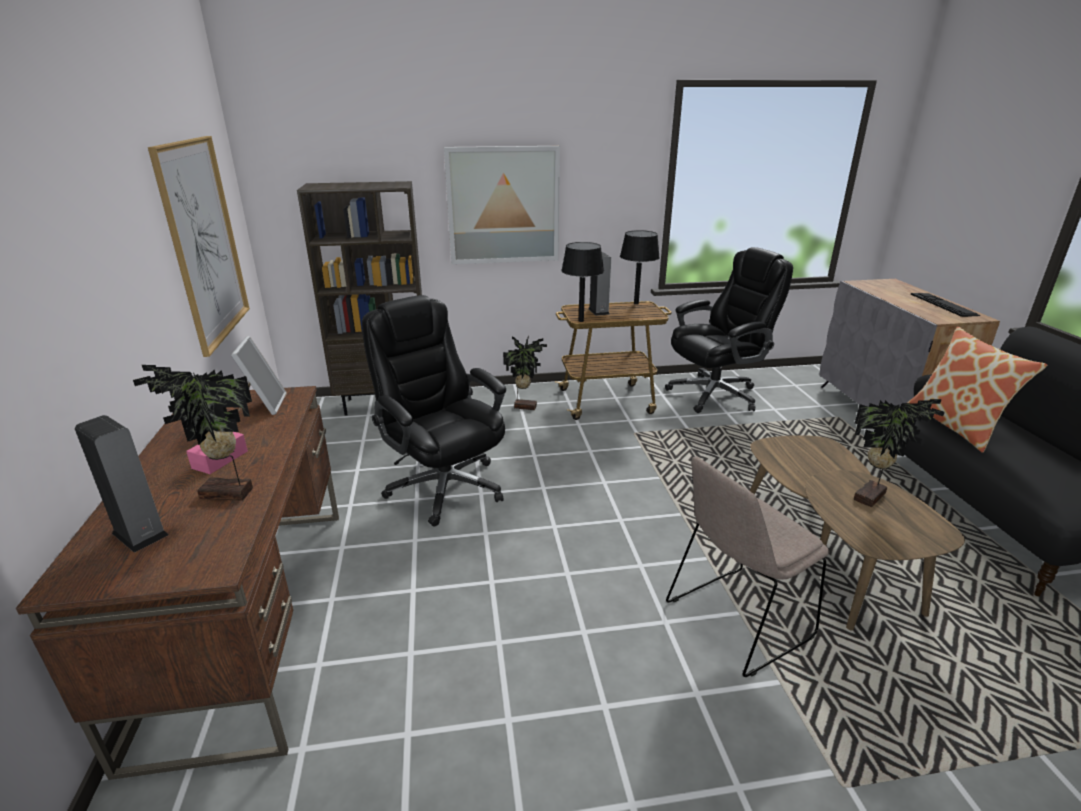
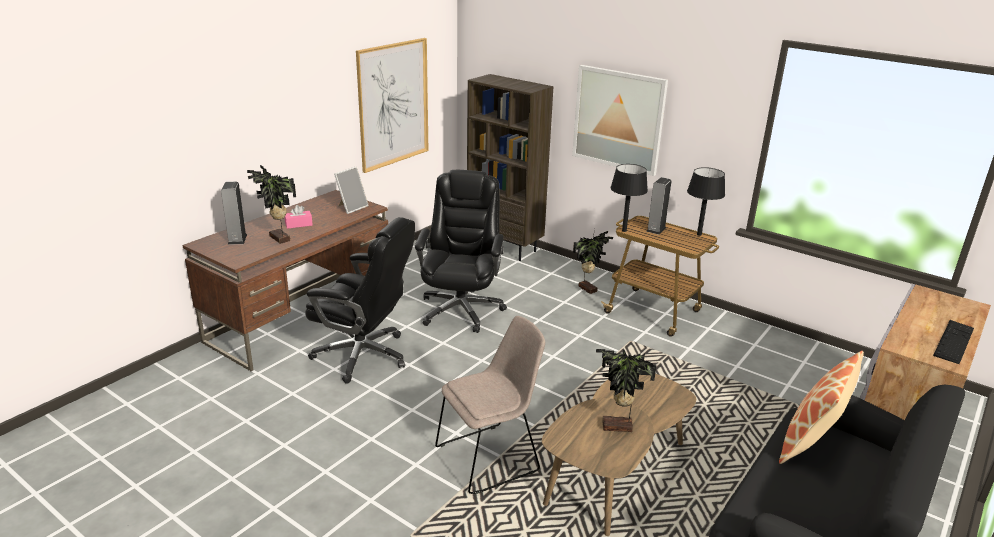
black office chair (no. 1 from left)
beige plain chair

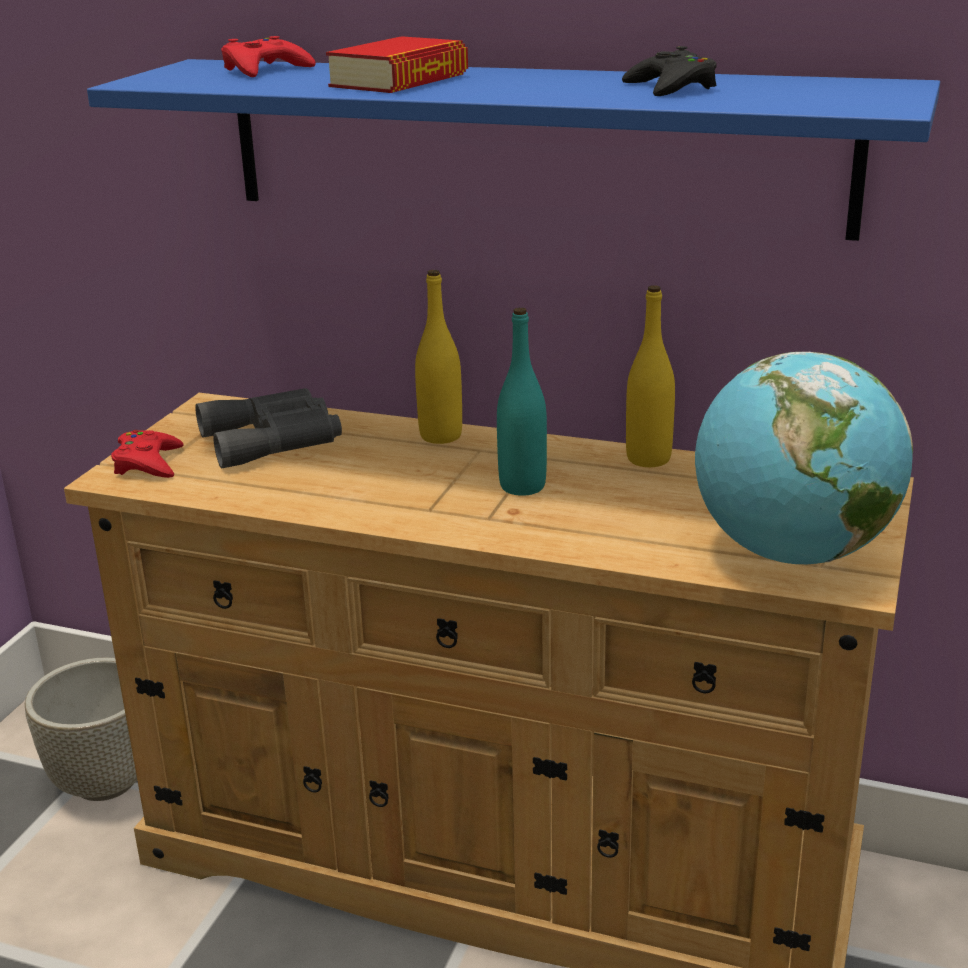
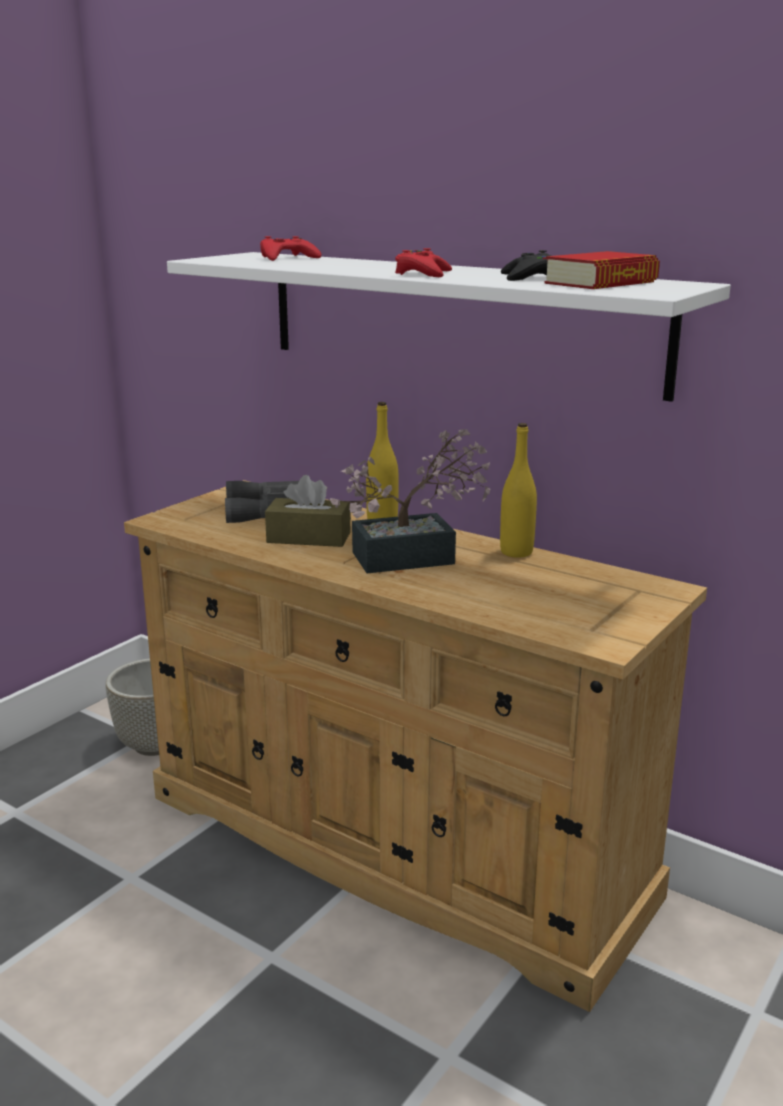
white shelf
reddish game controller (no. 2 from left)
bound book
plant in a pot
desk globe
brown tissue box

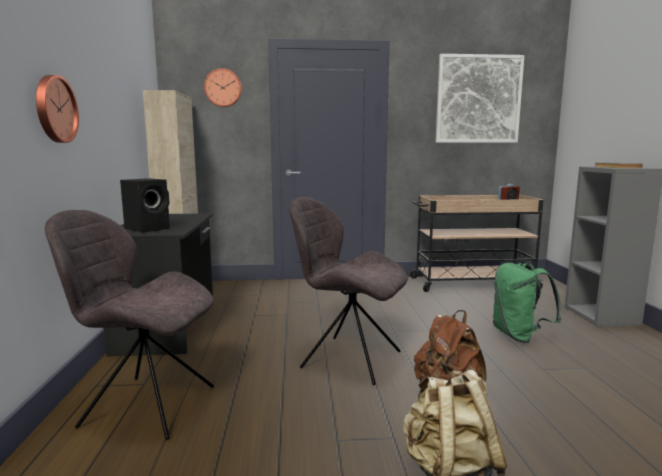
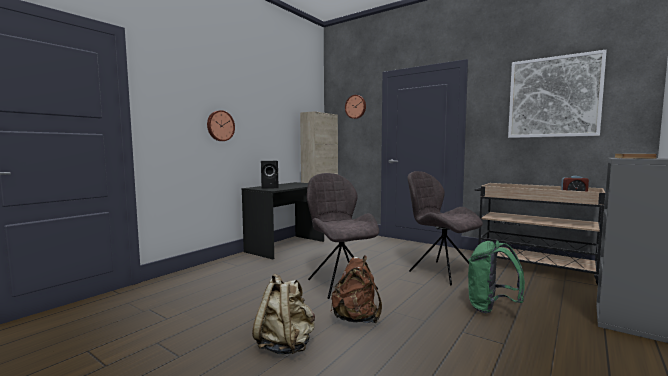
greyish plain chair (no. 2 from left)

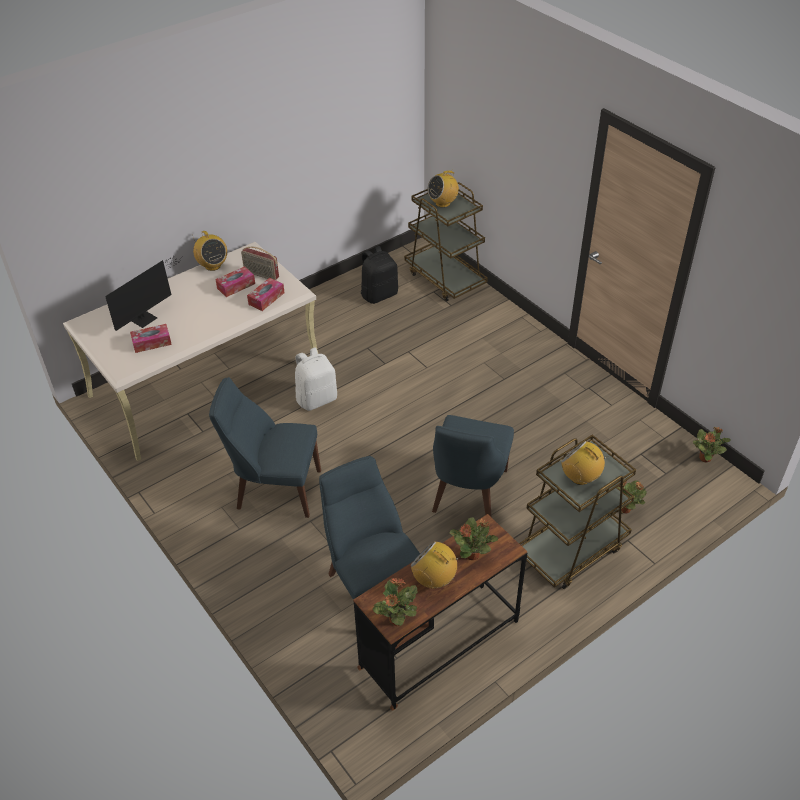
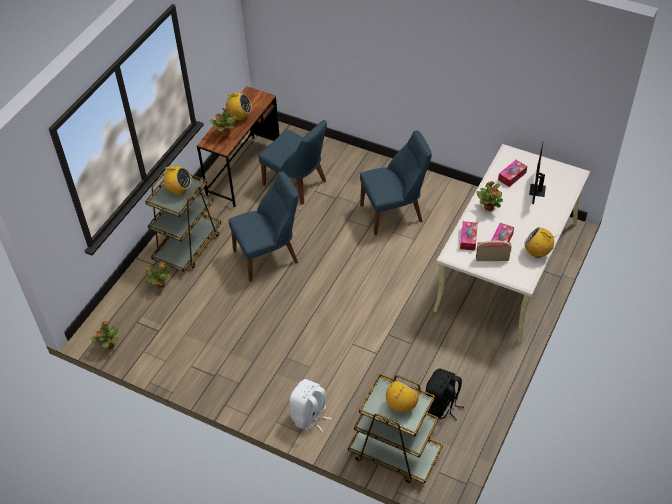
white rucksack
plant in a pot (no. 4 from left)
blue plain chair (no. 1 from left)

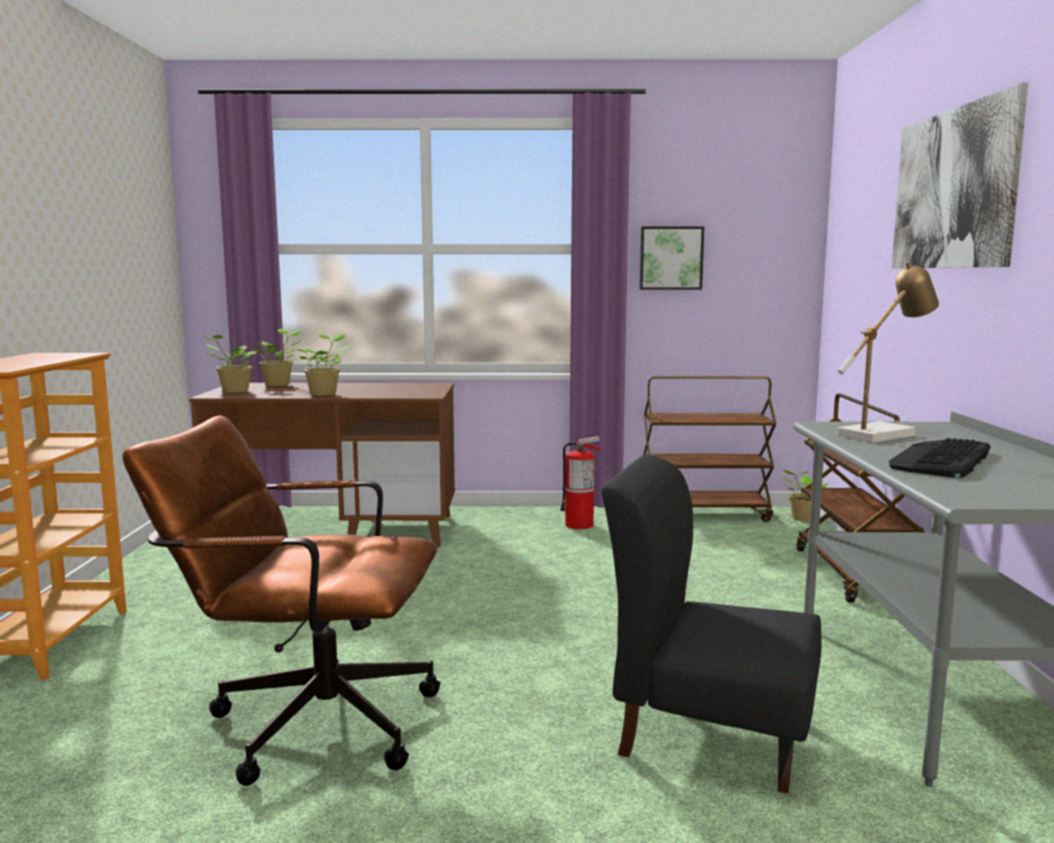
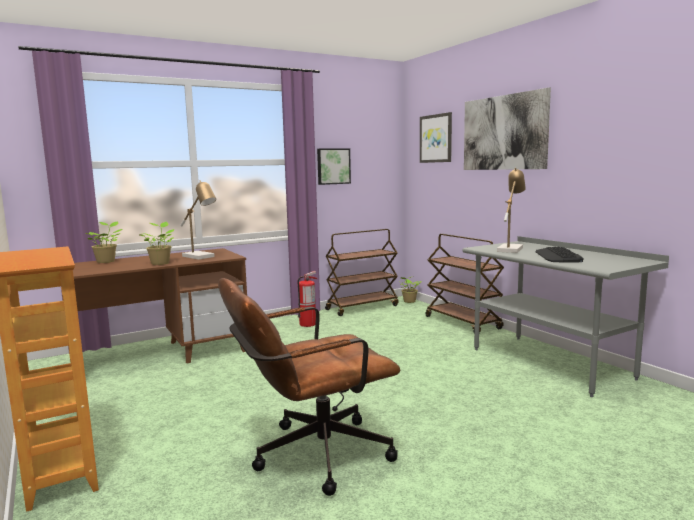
plant in a pot (no. 1 from left in the first image)
black plain chair
table lamp (no. 1 from left)
picture (no. 2 from left)

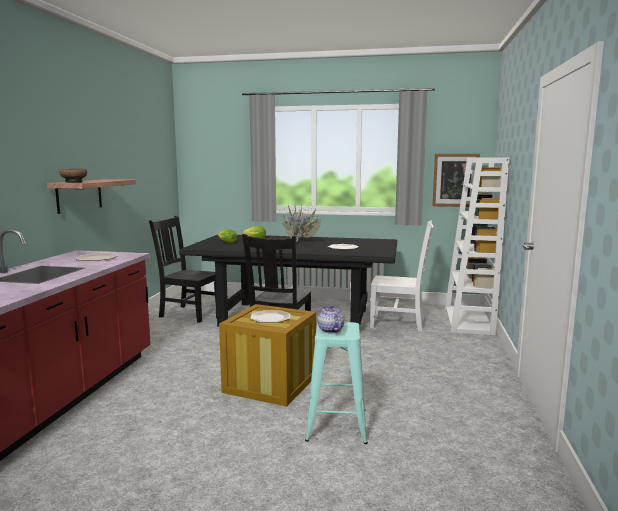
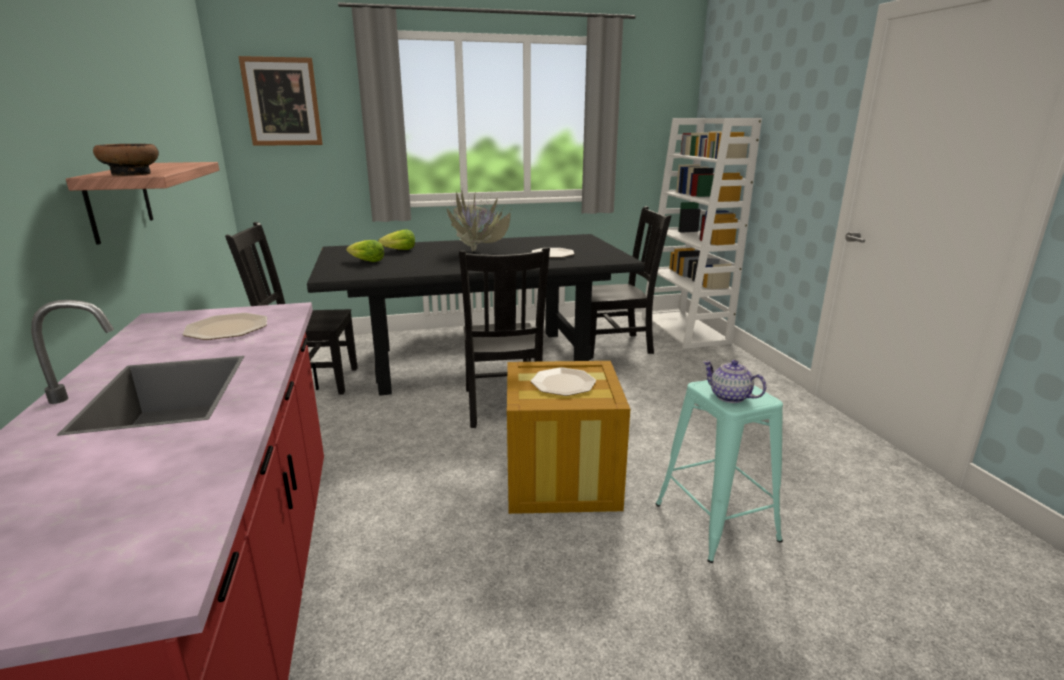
black plain chair (no. 3 from left)
picture

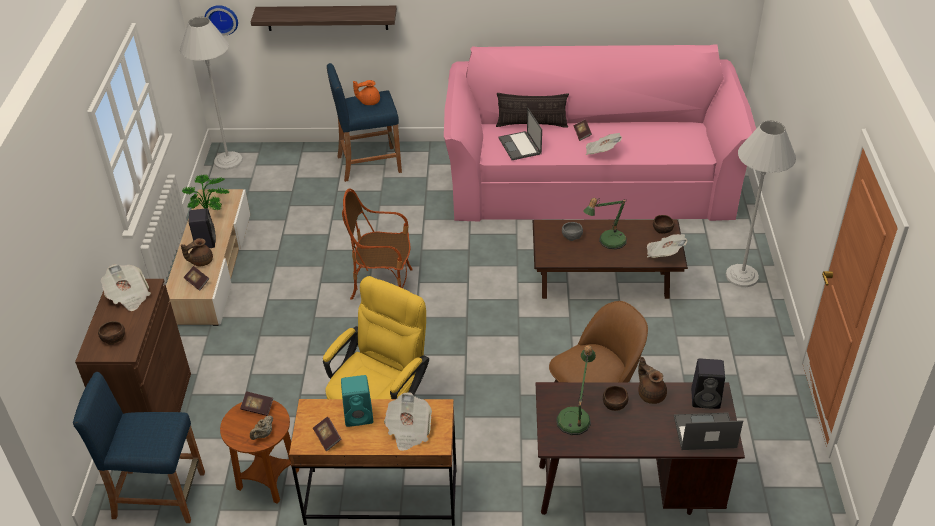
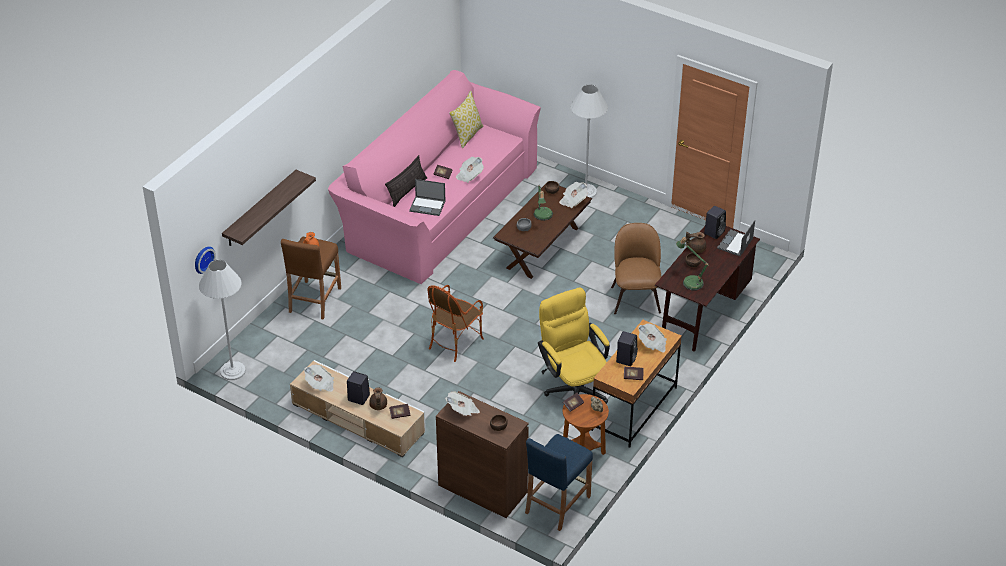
printed paper (no. 1 from left)
brown sitting stool
black loudspeaker (no. 2 from left)
cushion (no. 2 from left)

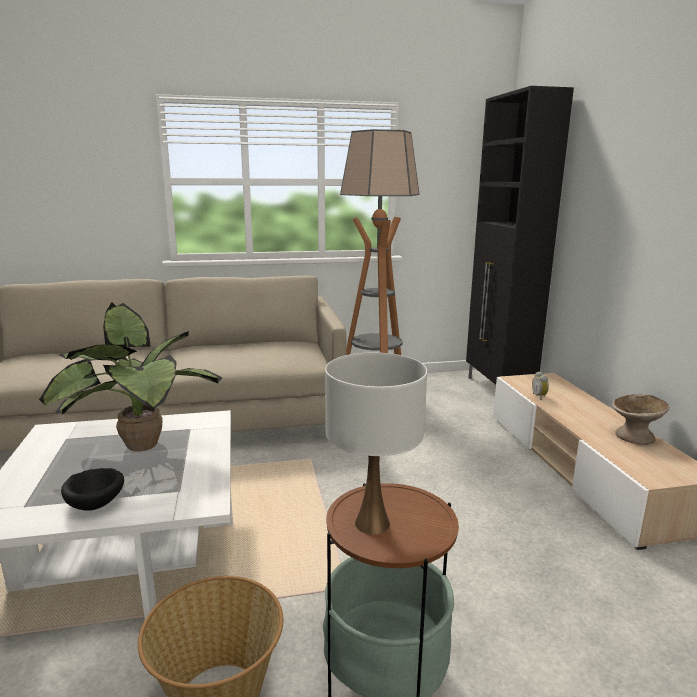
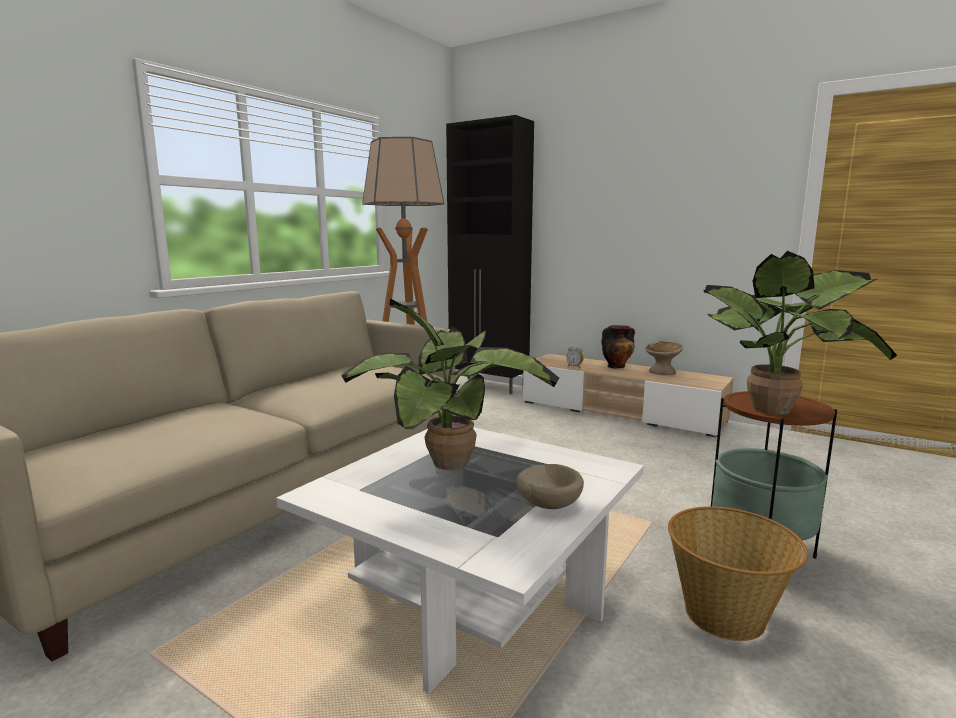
beige deep dish (no. 1 from left)
plant in a pot (no. 2 from left)
vase

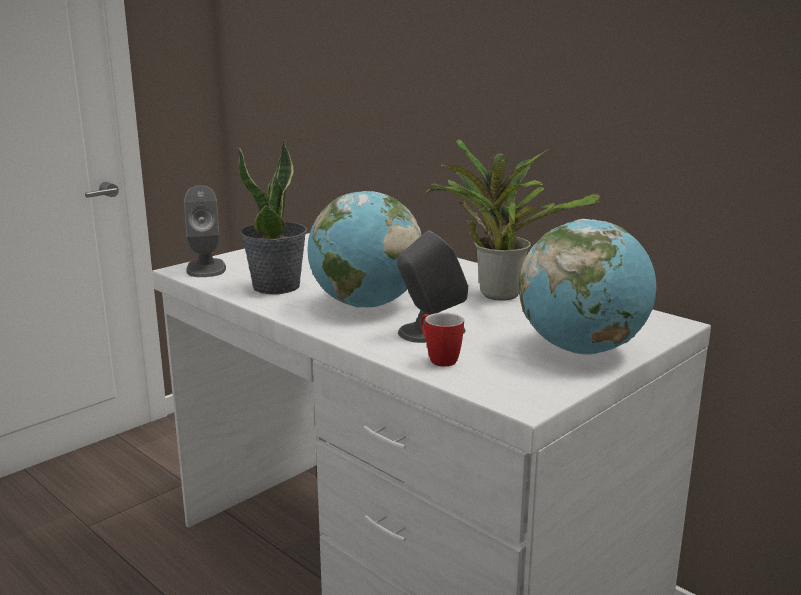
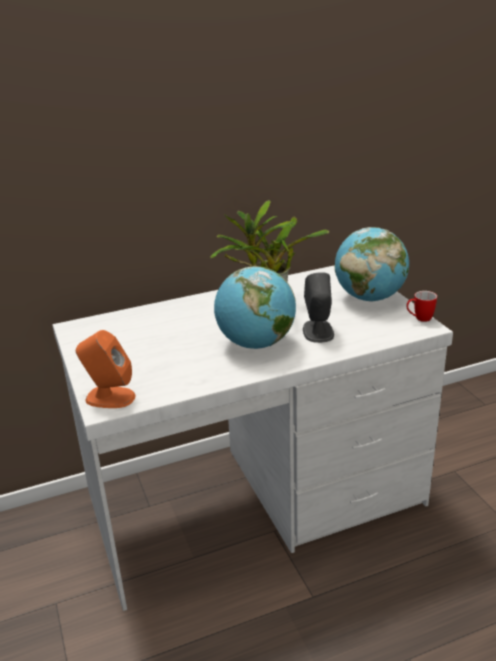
orange-coloured loudspeaker
plant in a pot (no. 1 from left in the first image)
coffee mug

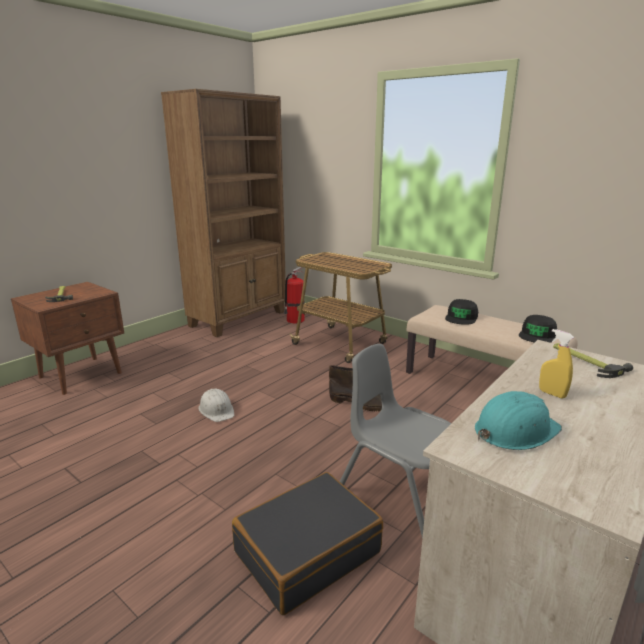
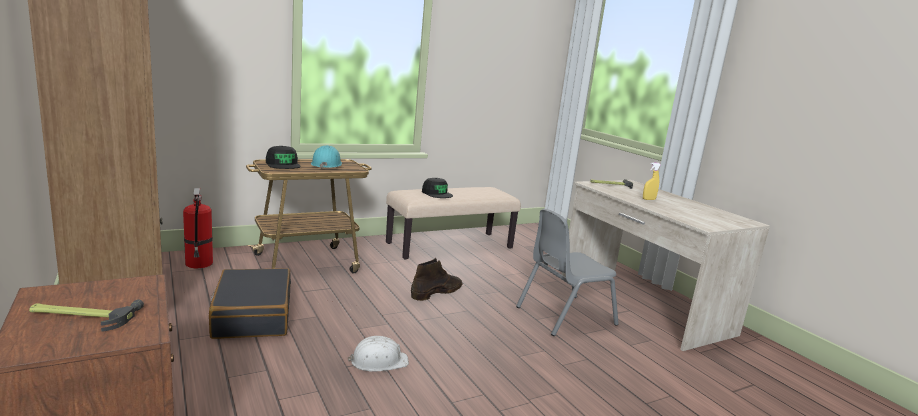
black piece of luggage
turquoise safety helmet
black peaked cap (no. 1 from left)

